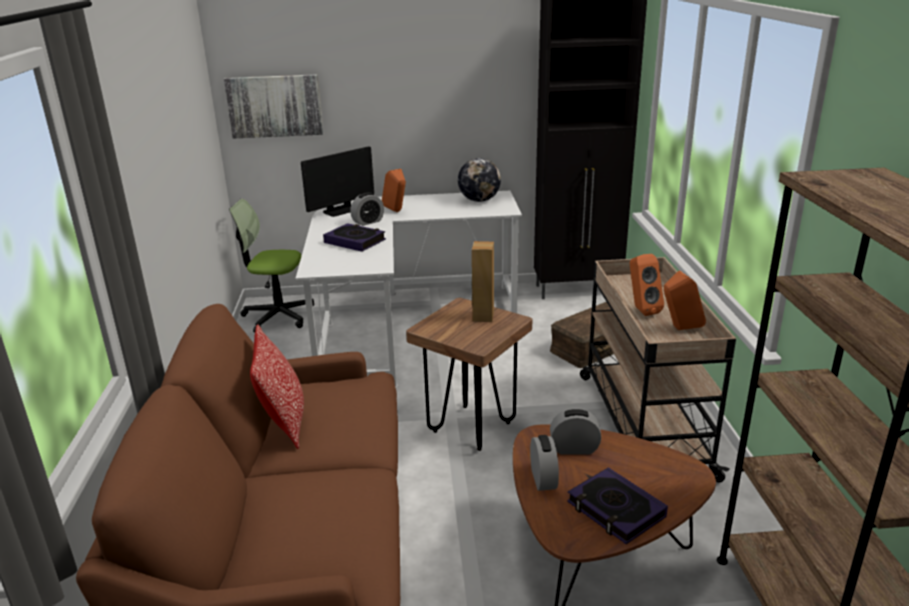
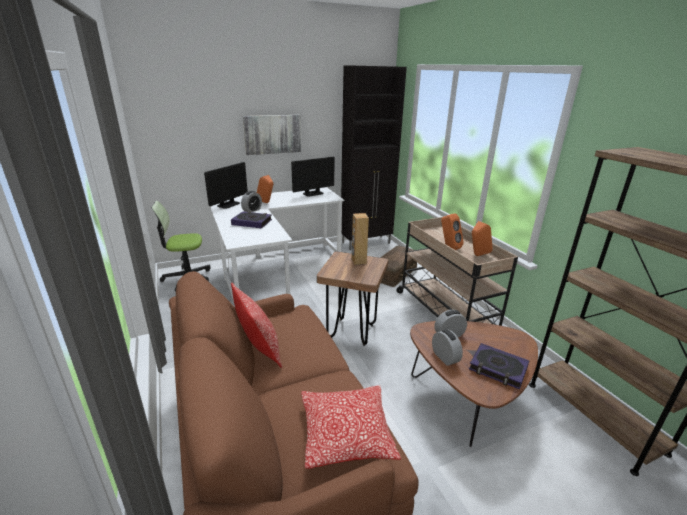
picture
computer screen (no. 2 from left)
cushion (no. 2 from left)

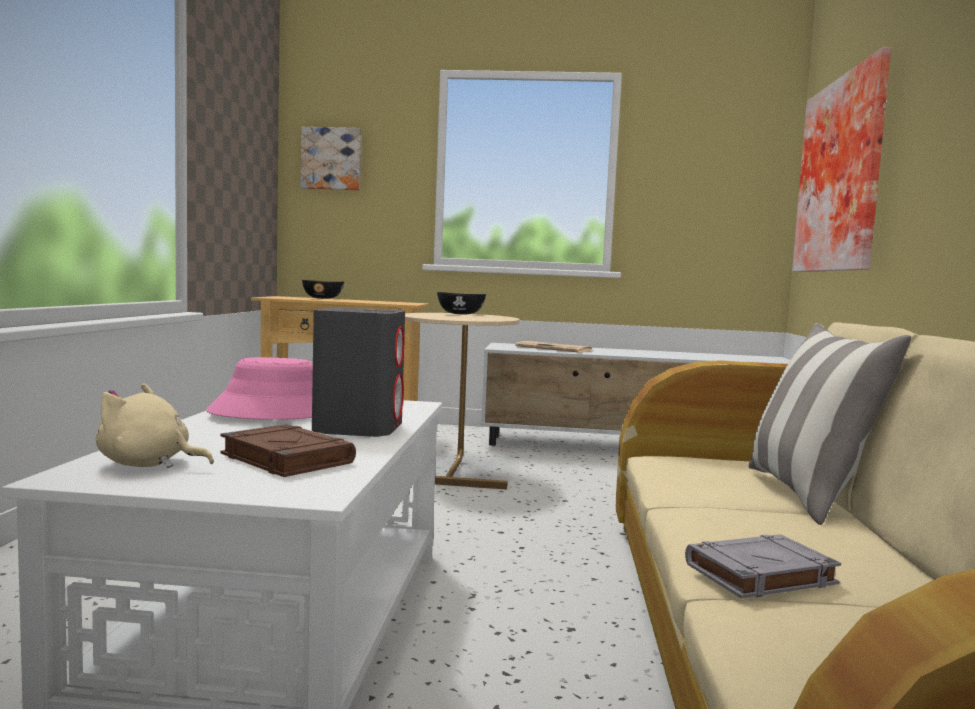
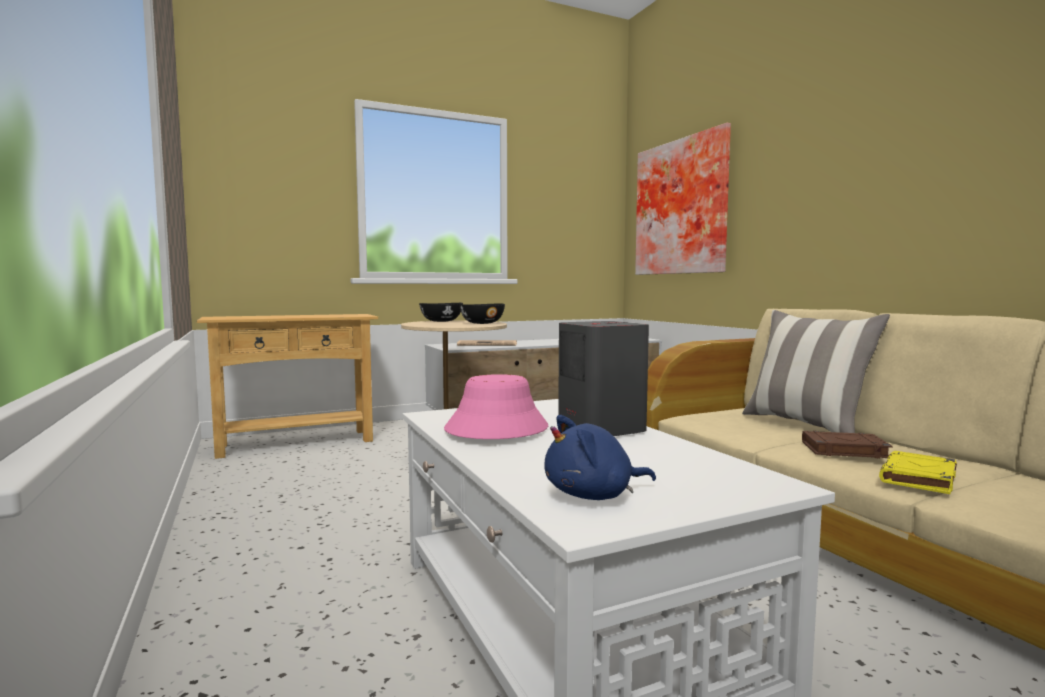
blue soft toy
brown bound book
picture (no. 1 from left in the first image)
black deep dish (no. 2 from left)
yellow-coloured bound book

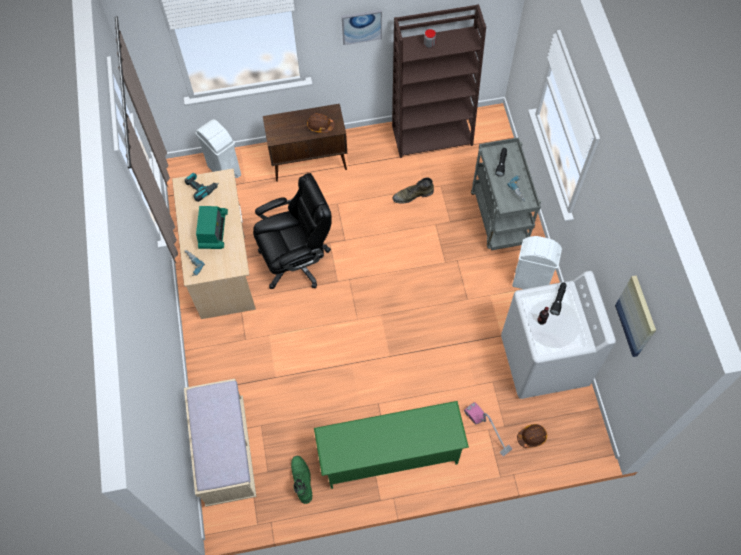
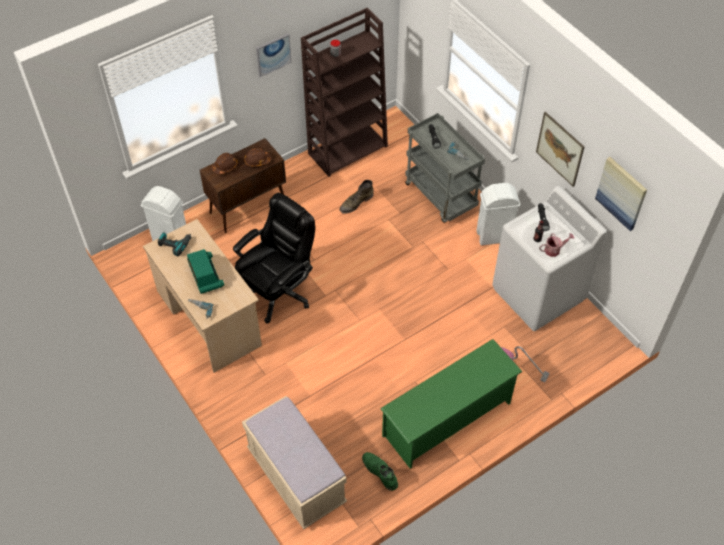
brown safety helmet (no. 1 from left)
picture (no. 2 from left)
watering pot

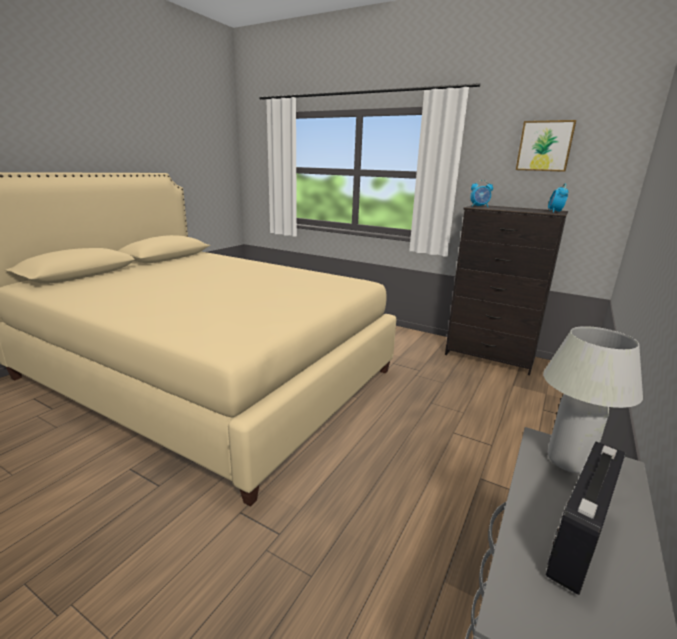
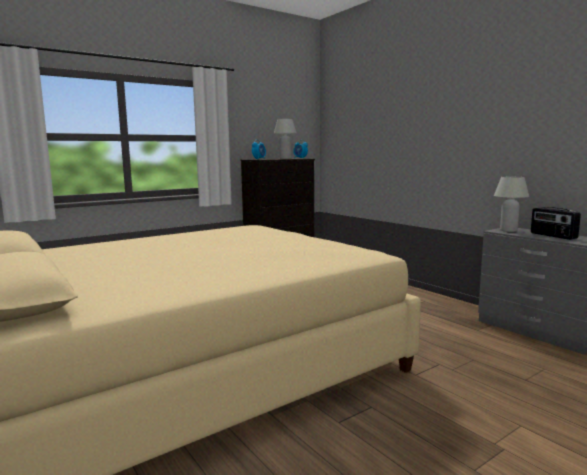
picture
white table lamp (no. 1 from left)

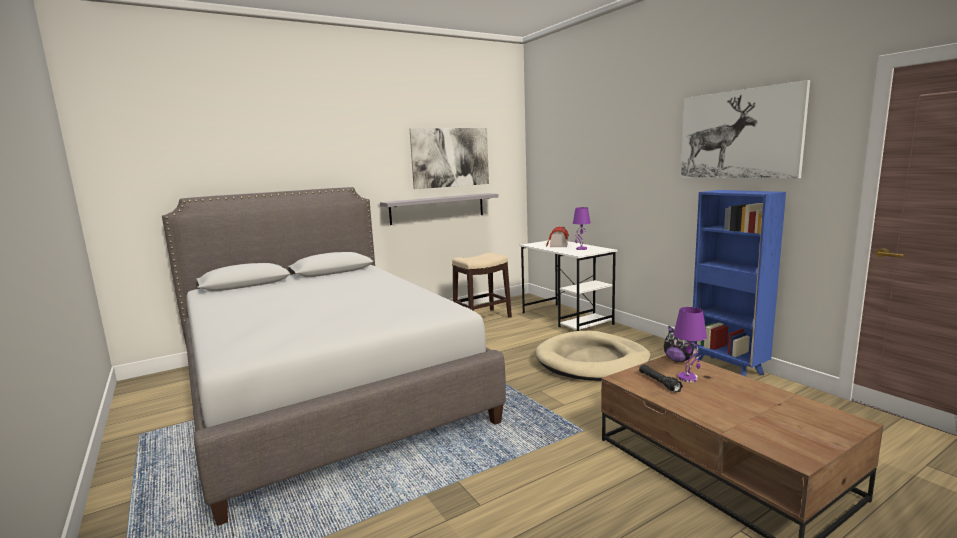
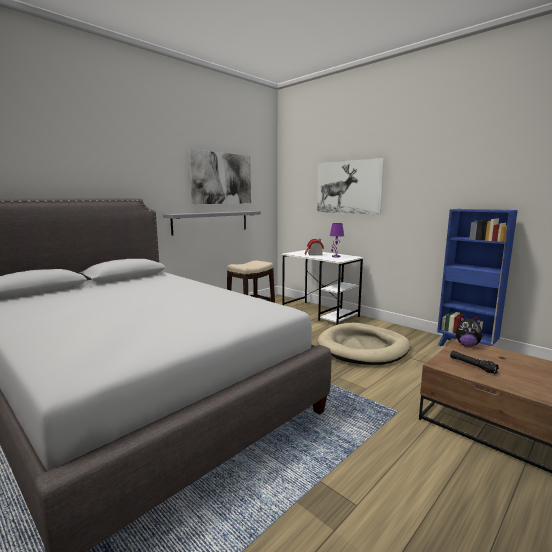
purple-coloured table lamp (no. 2 from left in the first image)
picture (no. 2 from left)

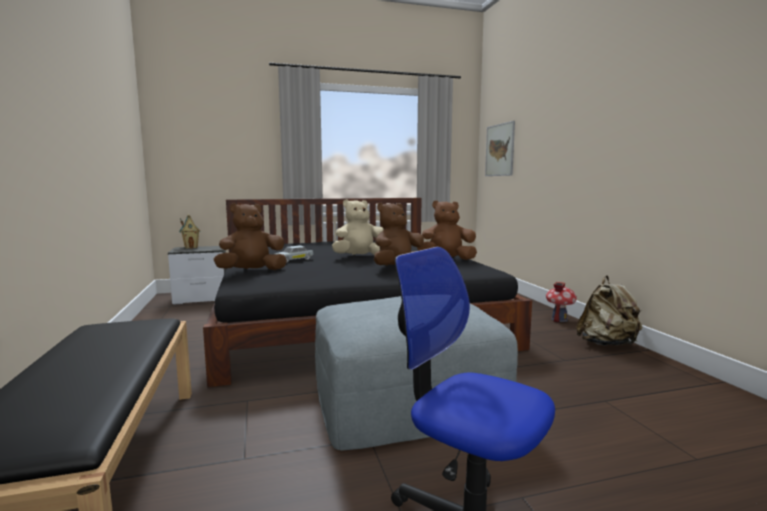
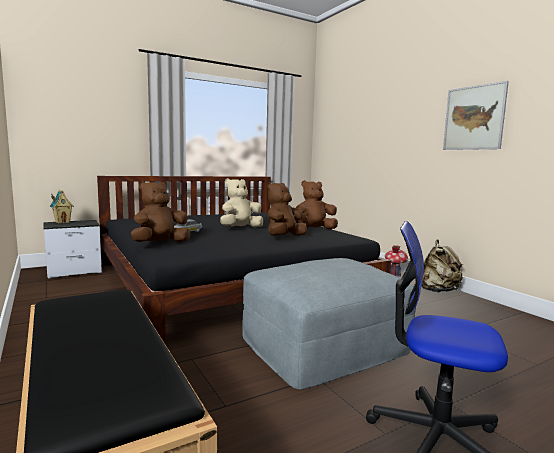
picture

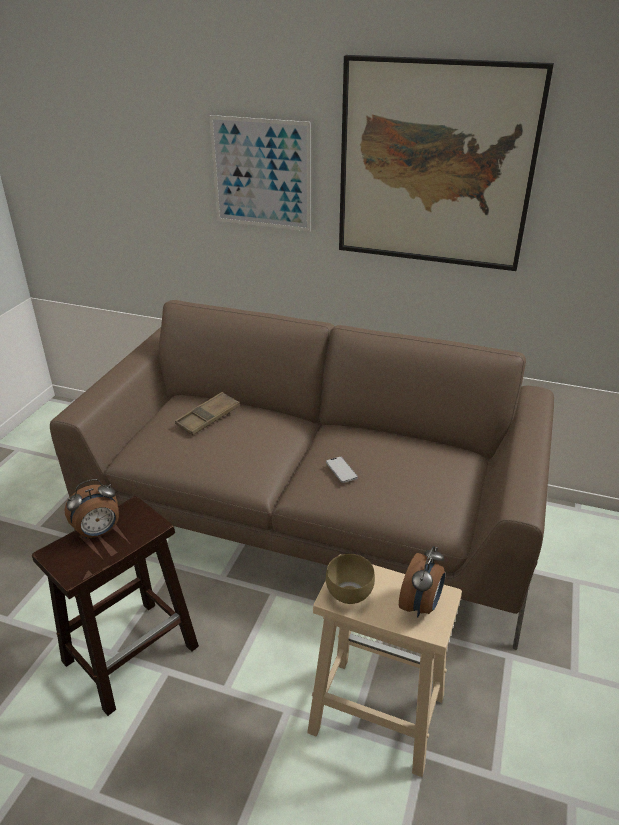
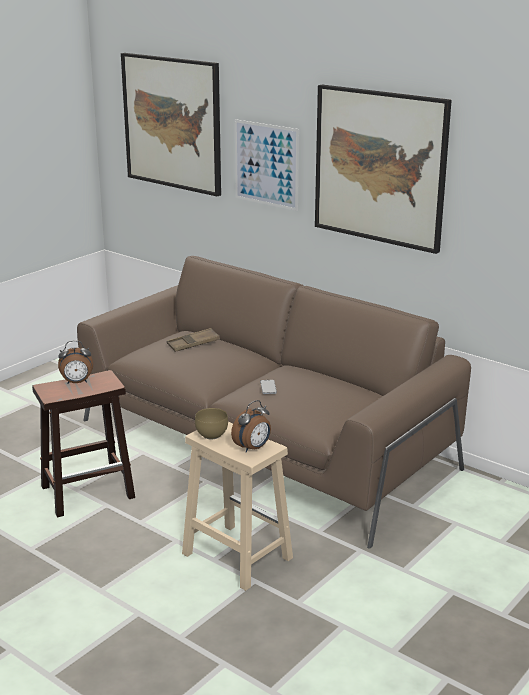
picture (no. 1 from left)

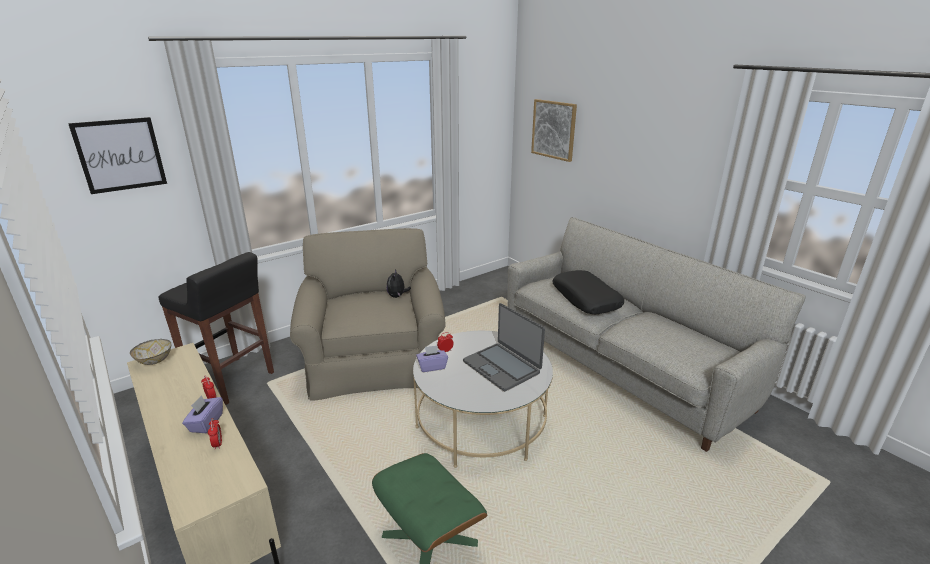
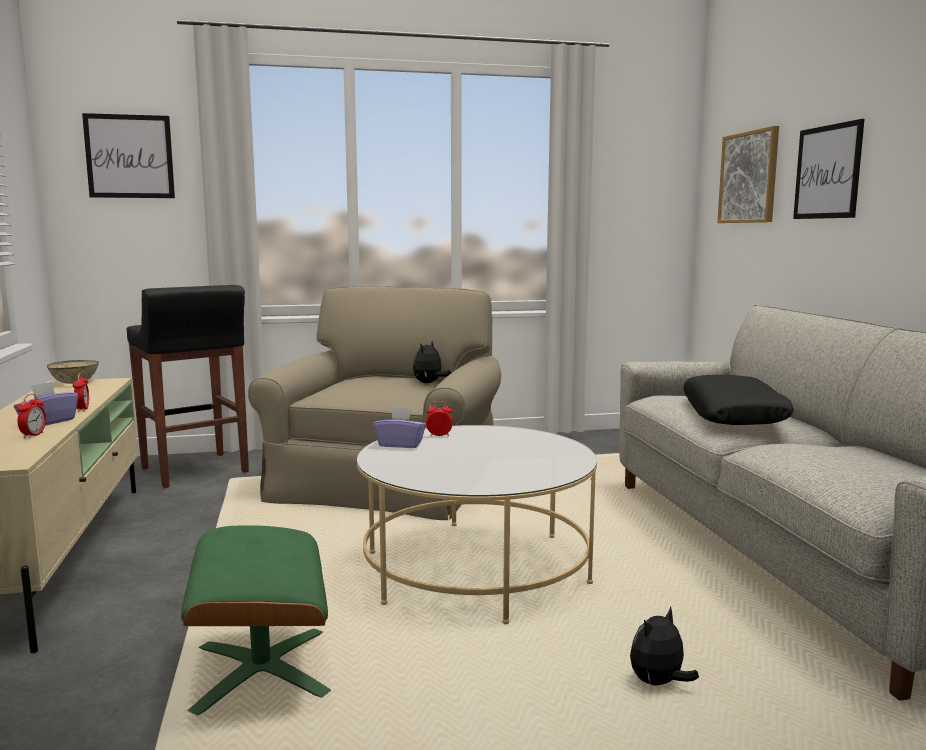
notebook computer
soft toy (no. 2 from left)
picture (no. 3 from left)

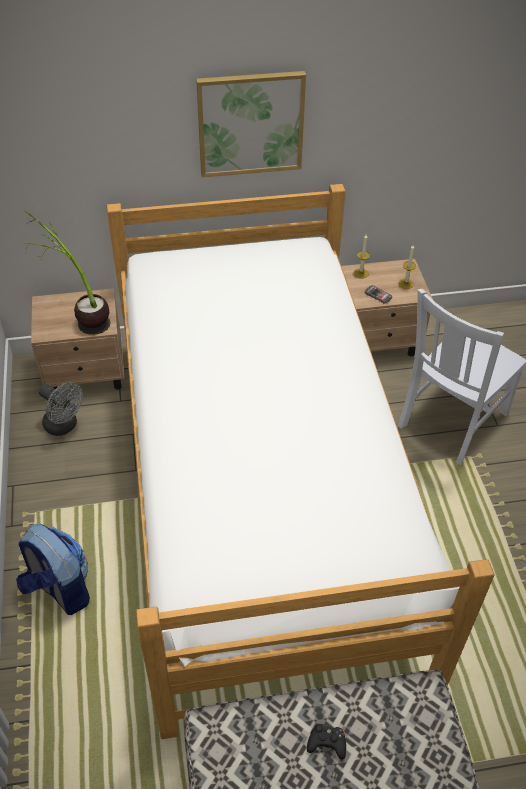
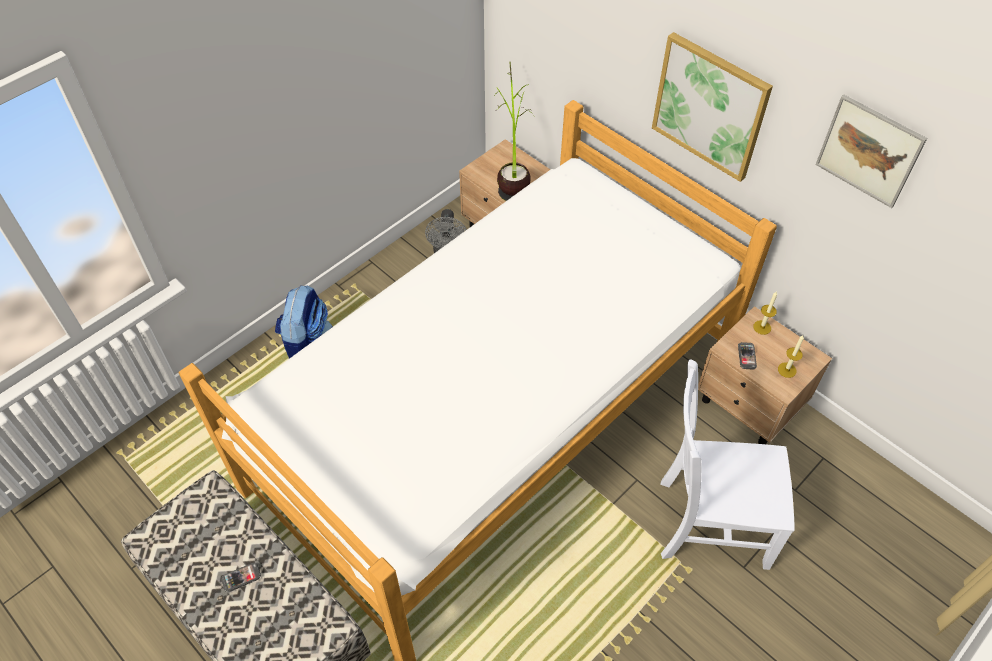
phone (no. 1 from left)
picture (no. 2 from left)

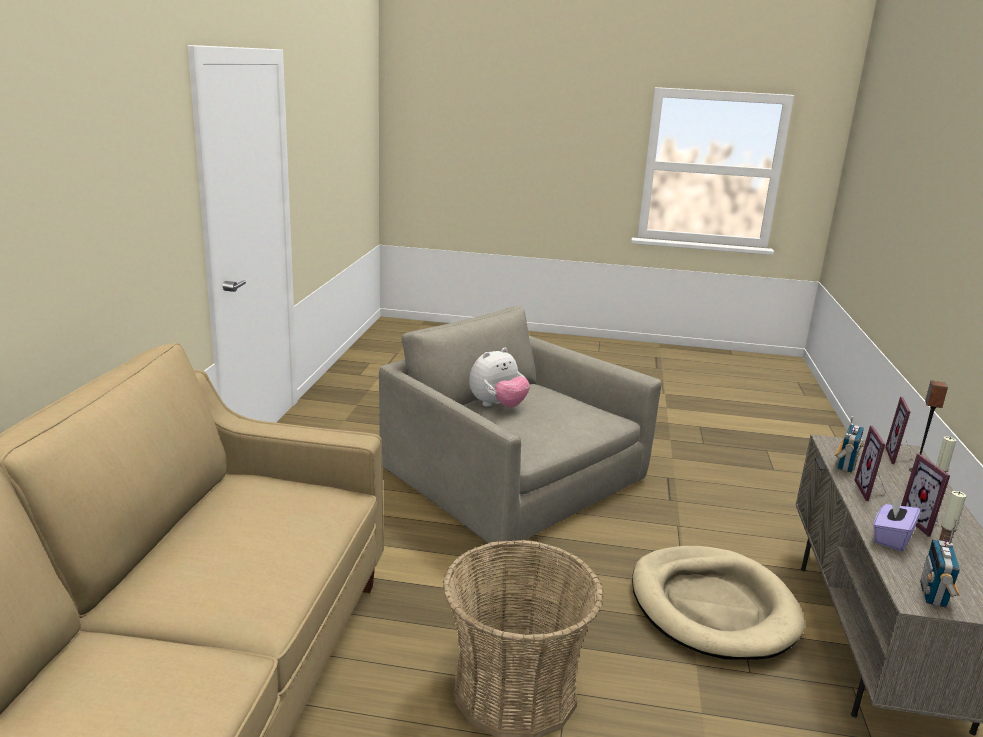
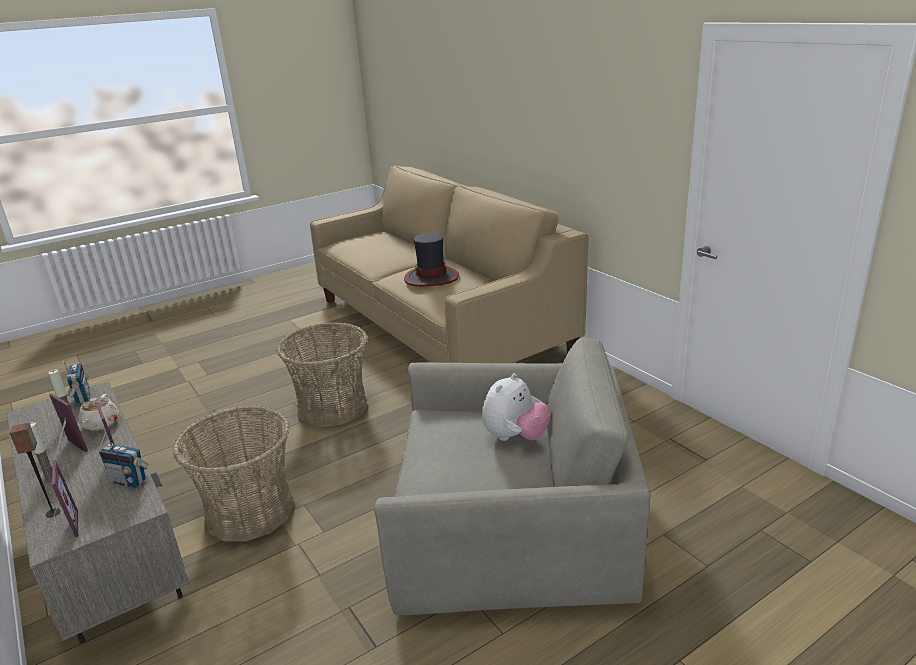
soft toy
household basket (no. 1 from left)
radio (no. 2 from left)
beige teapot
wearable hat

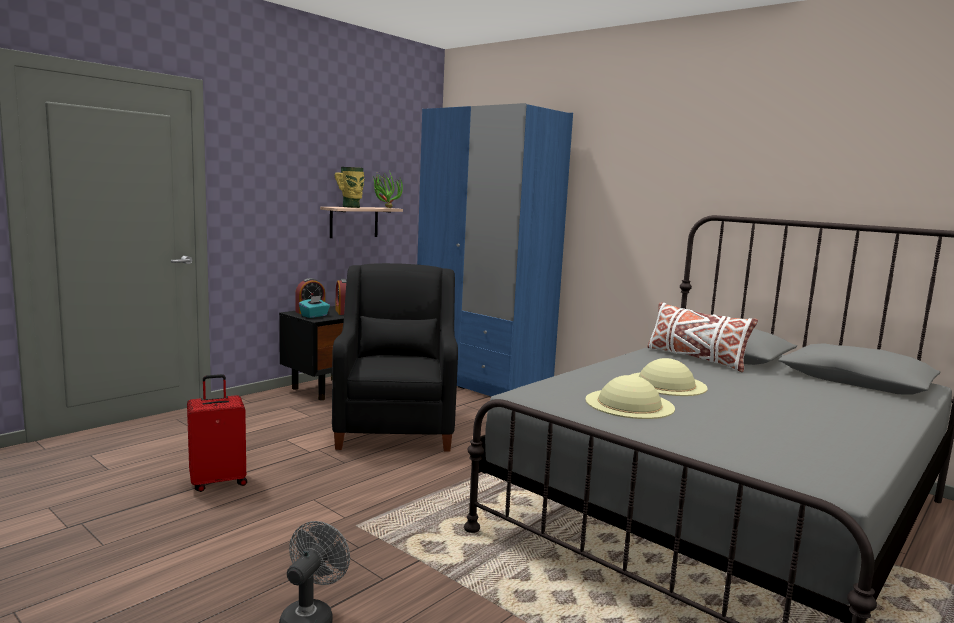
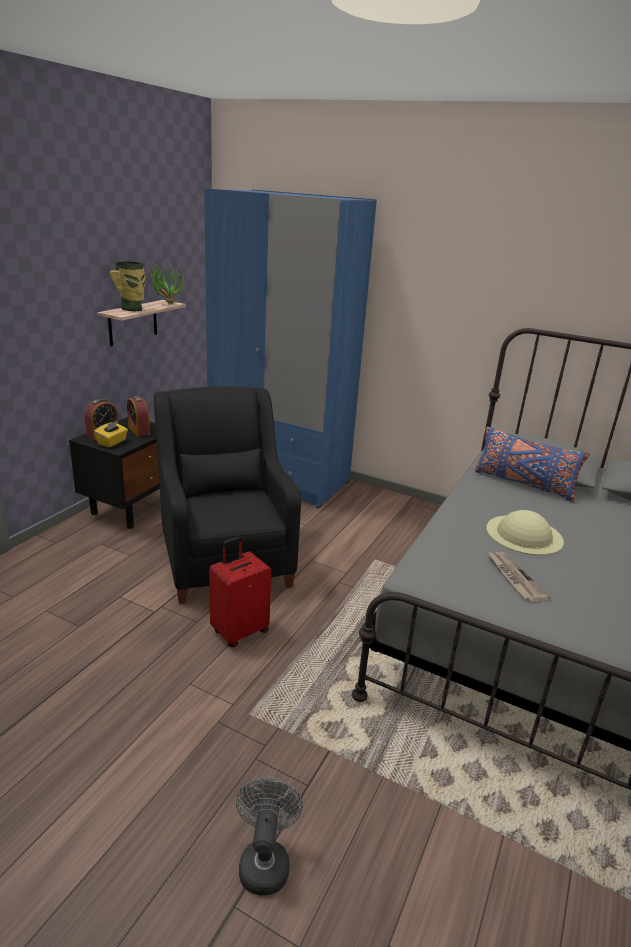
reddish piece of luggage
yellow-coloured tissue box
printed paper
blue cushion

